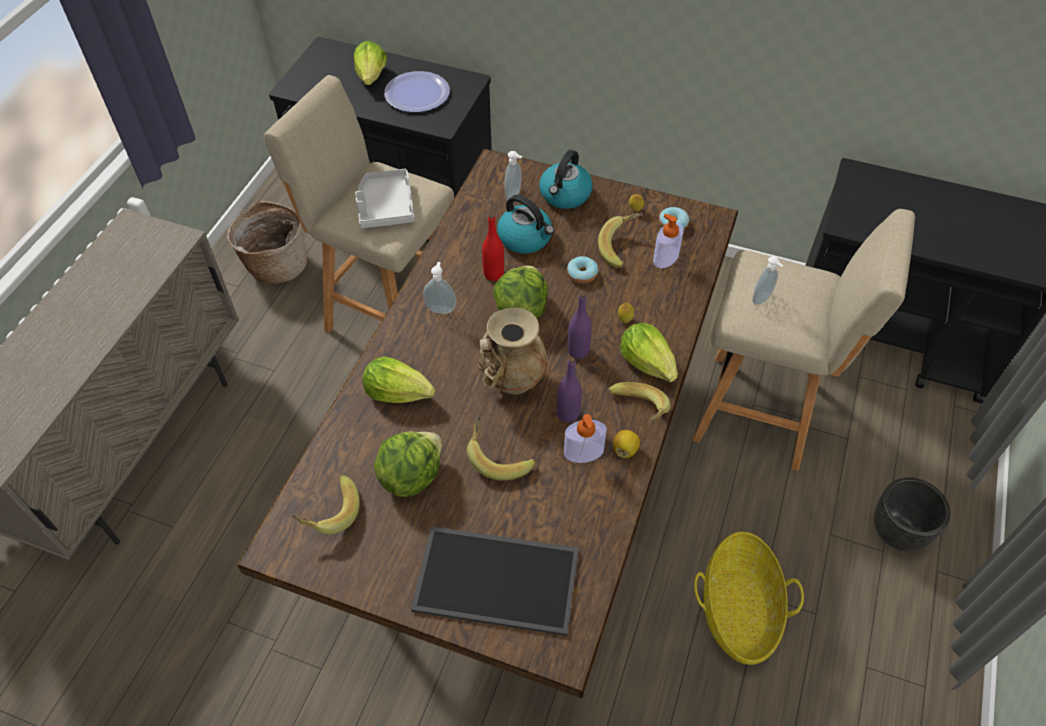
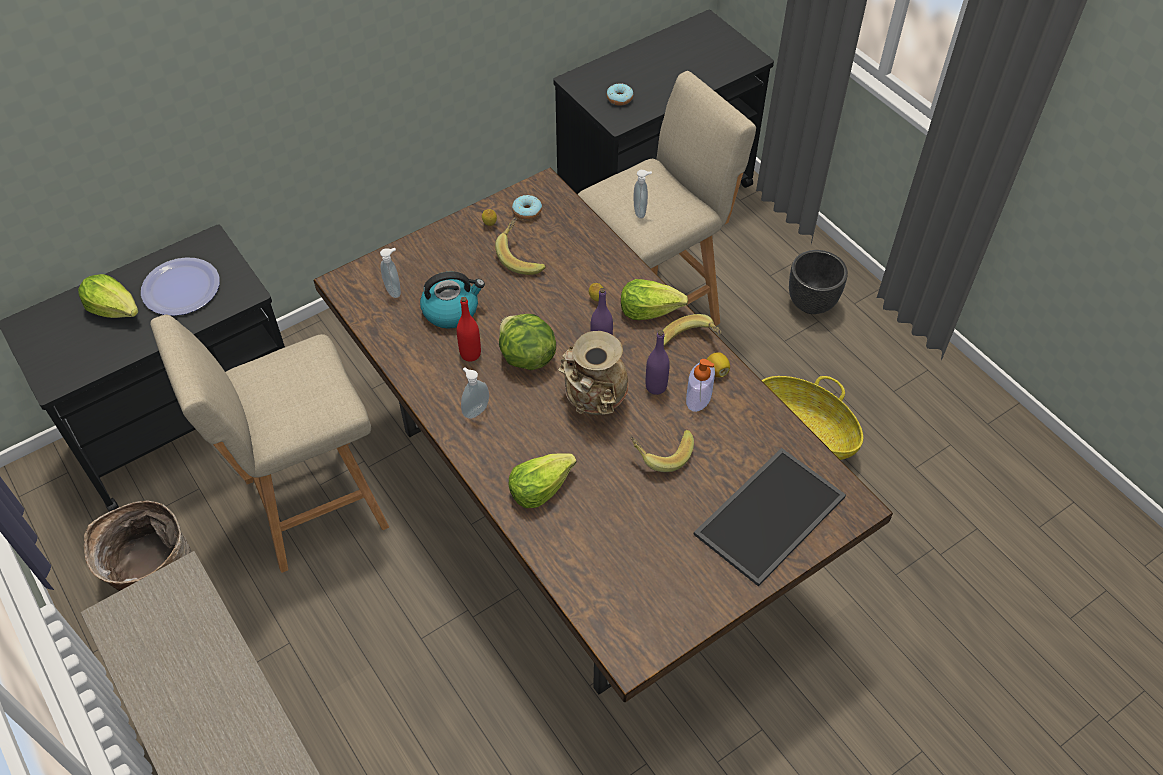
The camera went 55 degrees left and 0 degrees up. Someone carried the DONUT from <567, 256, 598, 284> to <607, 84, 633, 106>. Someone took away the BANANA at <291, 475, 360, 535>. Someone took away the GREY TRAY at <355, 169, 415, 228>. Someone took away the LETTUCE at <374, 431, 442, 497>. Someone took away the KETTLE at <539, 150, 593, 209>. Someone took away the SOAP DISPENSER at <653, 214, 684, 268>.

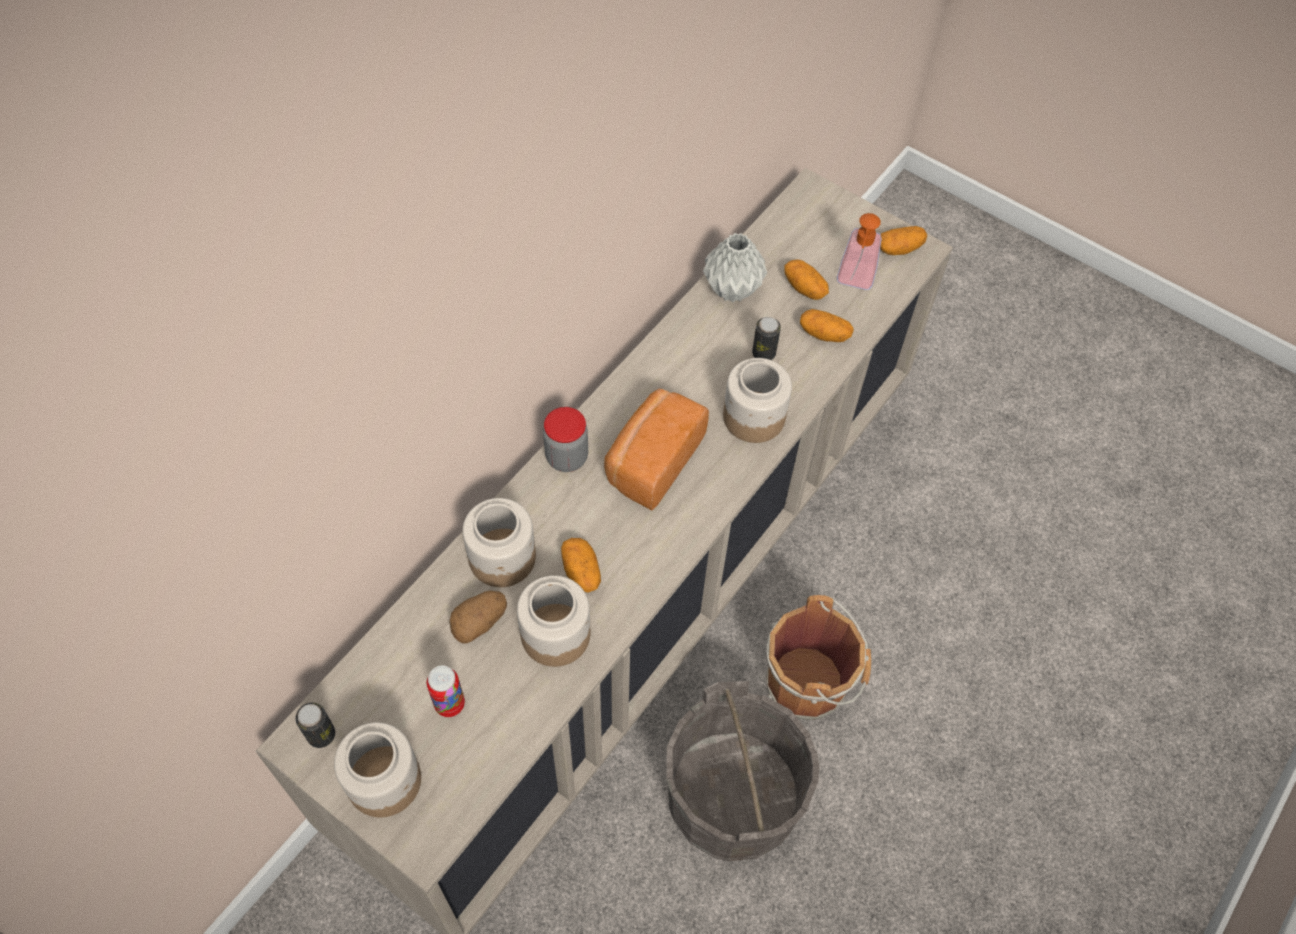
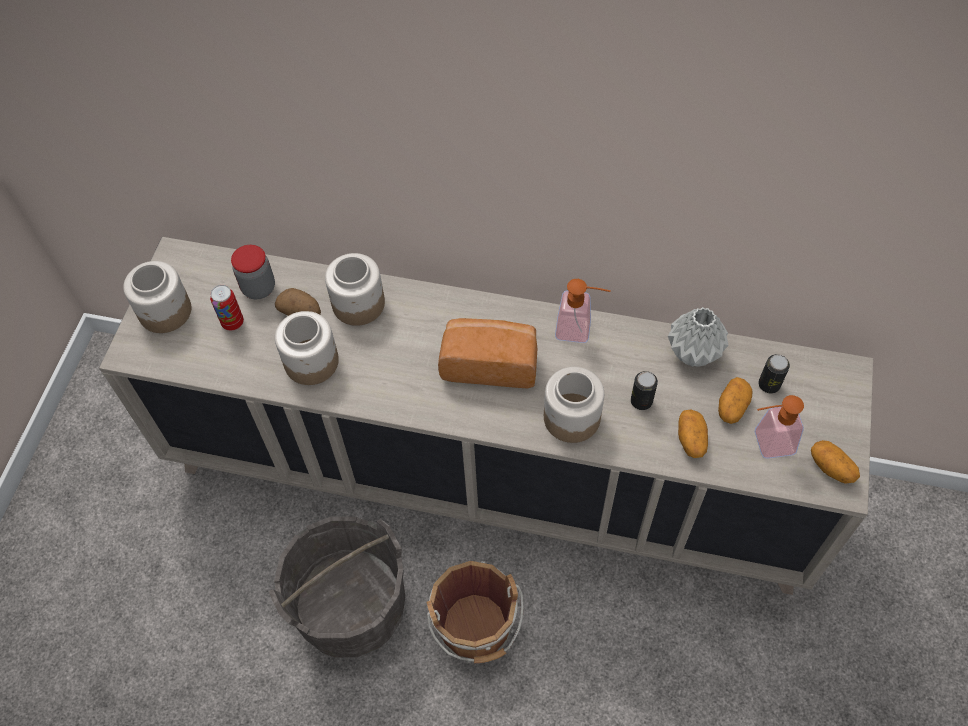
The camera went 70 degrees right and 0 degrees up. Someone carried the JAR from <543, 407, 588, 472> to <231, 245, 275, 299>. Someone put down the SOAP DISPENSER at <555, 279, 611, 343>. Someone carried the CAN from <295, 703, 335, 748> to <758, 354, 790, 394>. Someone took away the POTATO at <561, 538, 601, 593>.

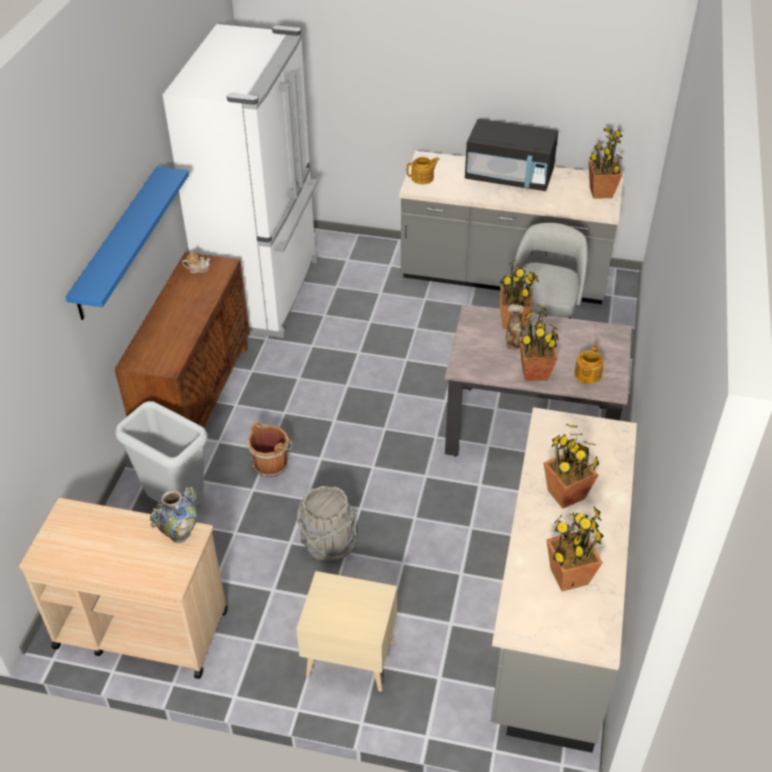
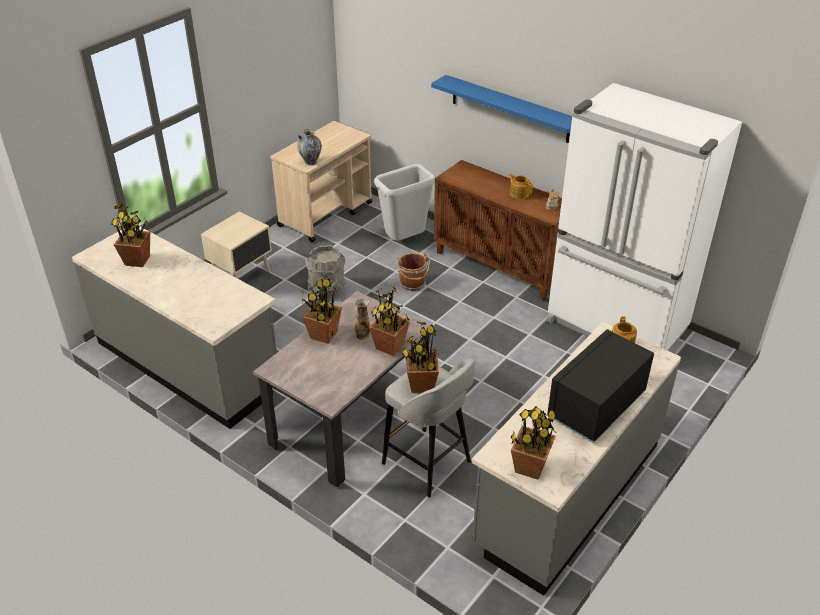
The camera went 115 degrees right and 5 degrees down. Someone carried the POTTED PLANT from <543, 424, 599, 509> to <402, 322, 440, 393>. Someone carried the TEAPOT from <574, 345, 604, 384> to <508, 174, 533, 199>.

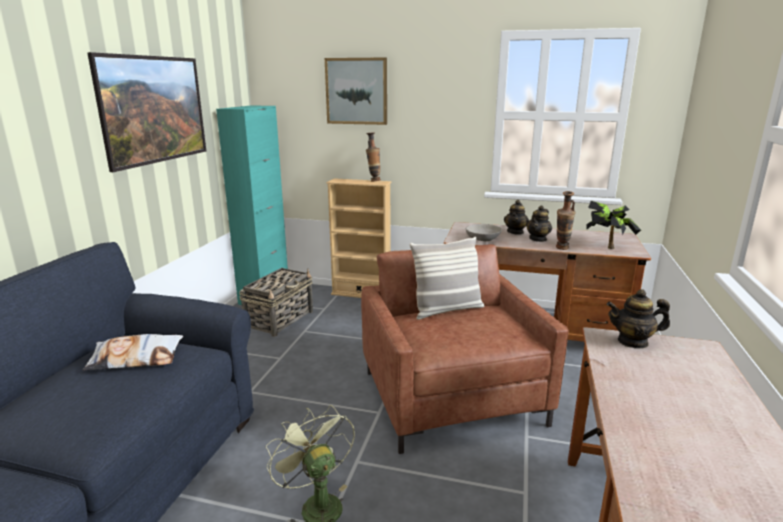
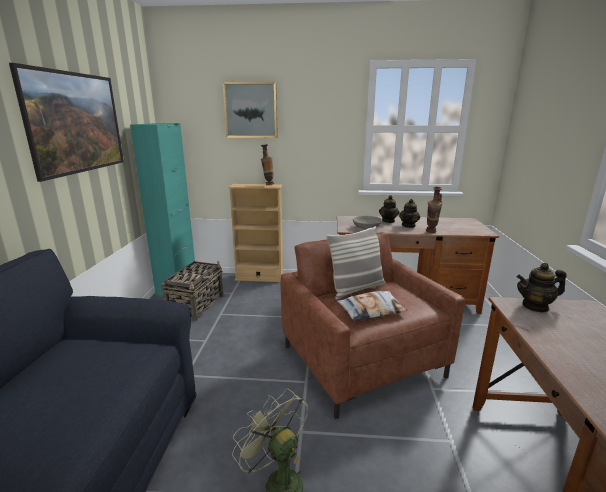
The camera went 10 degrees left and 0 degrees up. Someone carried the PILLOW from <82, 334, 183, 371> to <337, 291, 408, 321>. Someone took away the POTTED PLANT at <586, 201, 641, 249>.

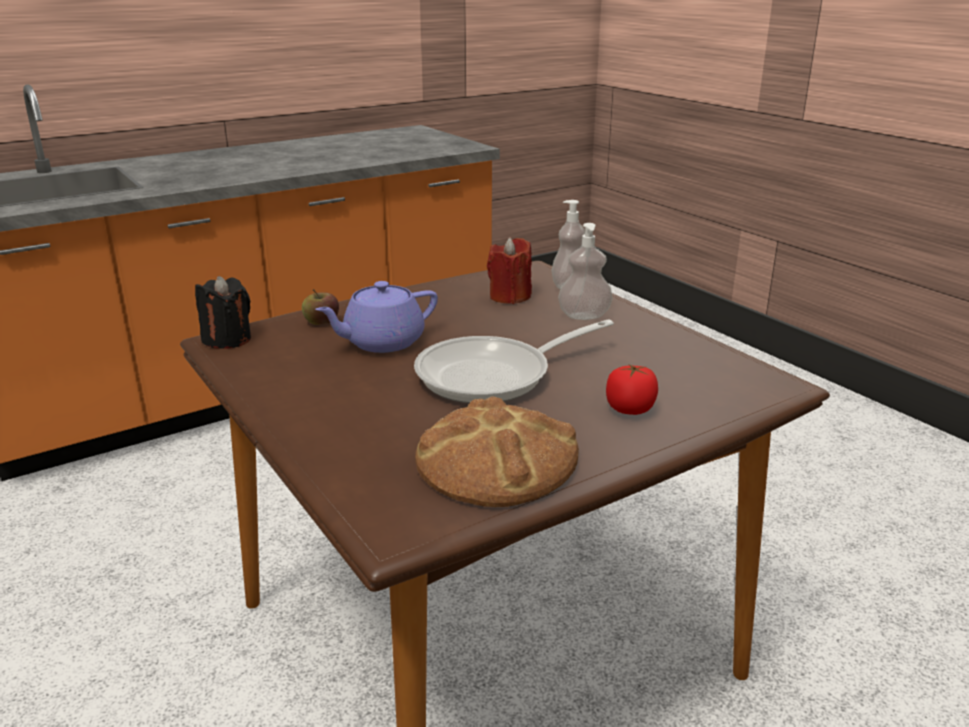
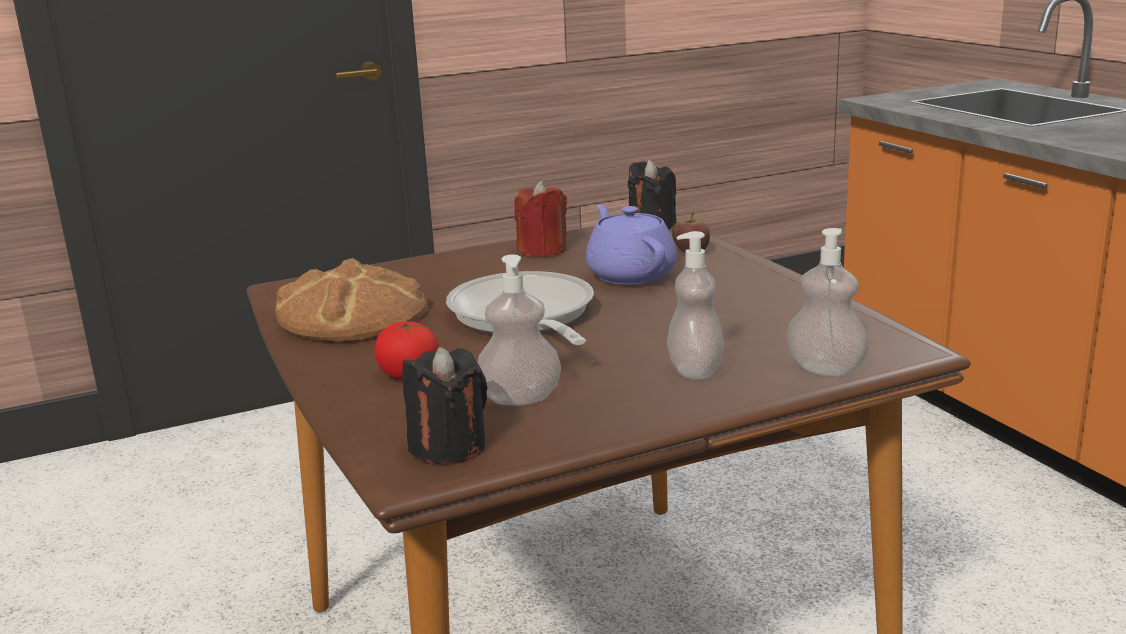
The camera went 100 degrees right and 5 degrees down. Someone put down the BLACK CANDLE at <402, 347, 487, 465>. Someone put down the SOAP DISPENSER at <478, 254, 561, 406>. Someone carried the RED CANDLE from <487, 237, 532, 304> to <514, 180, 567, 257>.

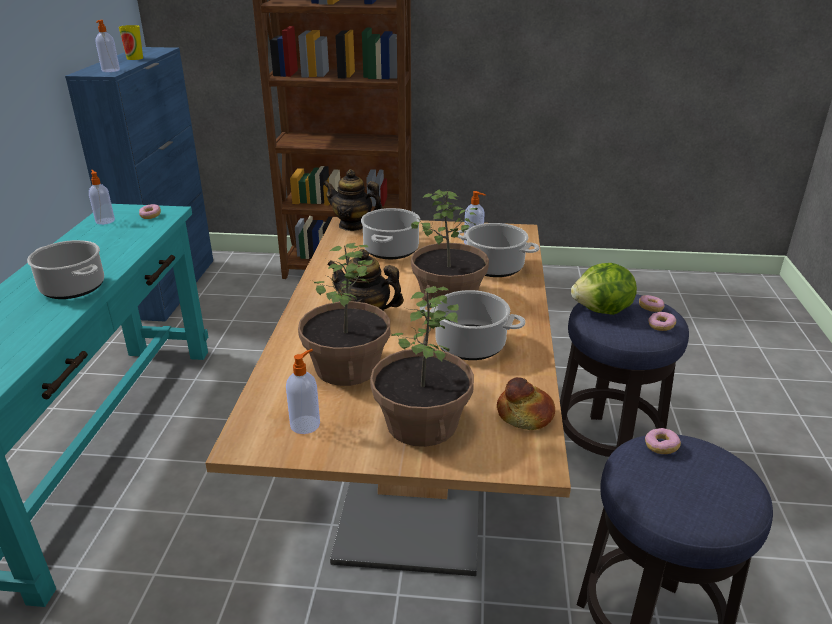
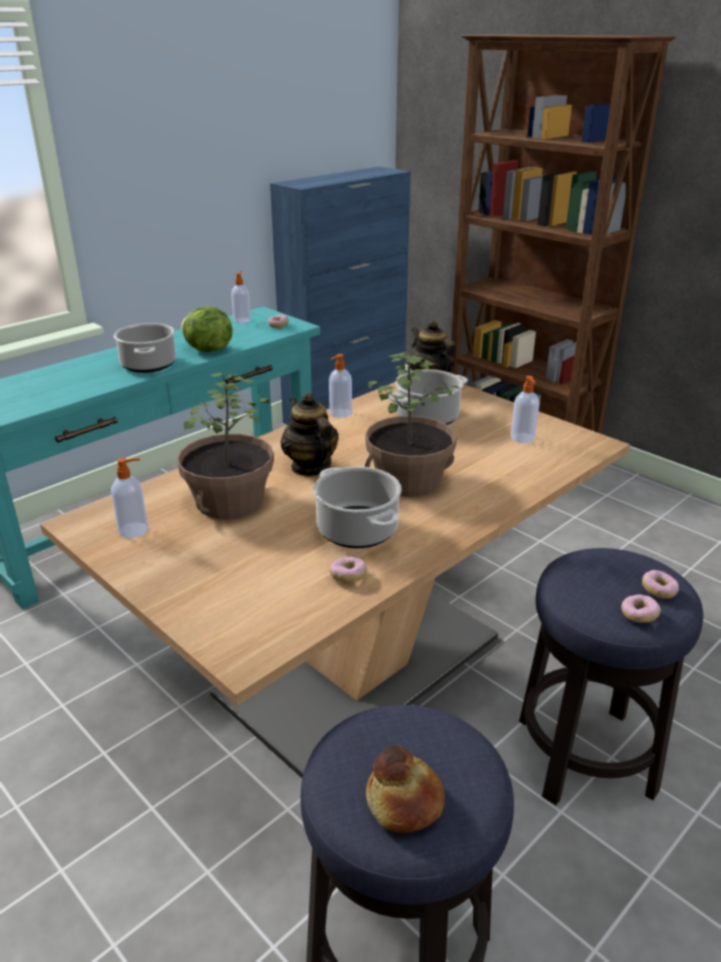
The camera went 40 degrees right and 0 degrees up. Someone carried the LETTUCE from <571, 263, 637, 315> to <181, 307, 233, 352>. Someone carried the SOAP DISPENSER from <95, 20, 120, 72> to <329, 354, 352, 418>. Someone carried the DONUT from <645, 428, 681, 454> to <330, 557, 367, 583>. Someone carried the BREAD from <497, 377, 555, 430> to <366, 746, 445, 833>. Someone took away the CUP at <119, 25, 143, 60>. Someone took away the POTTED PLANT at <370, 286, 474, 447>. Someone took away the COOKING POT at <457, 223, 539, 277>.

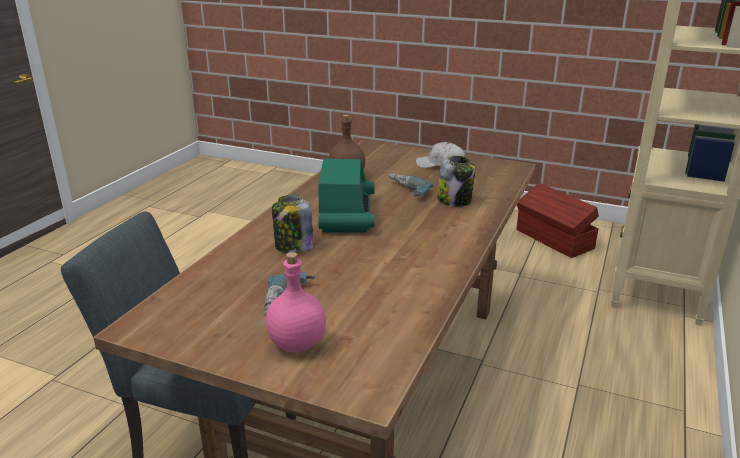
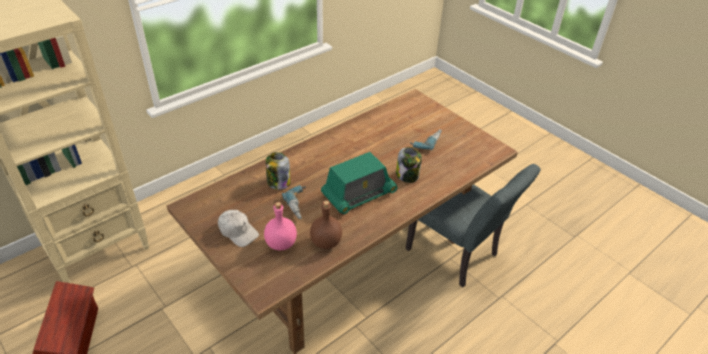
The camera went 155 degrees left and 15 degrees up. Someone carried the PINK BOTTLE from <266, 252, 326, 352> to <264, 202, 297, 250>. Someone rotated the RADIO at <318, 159, 375, 233> by 150 degrees counterclockwise.

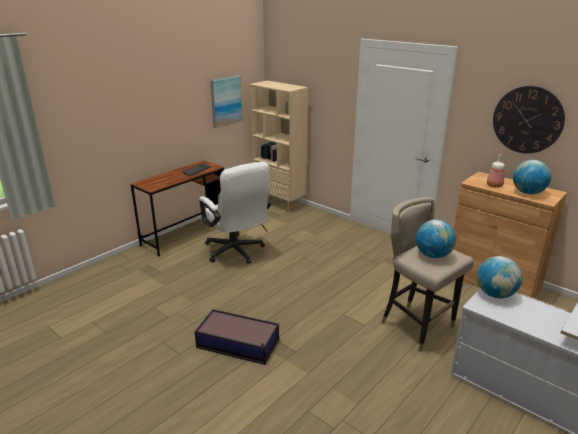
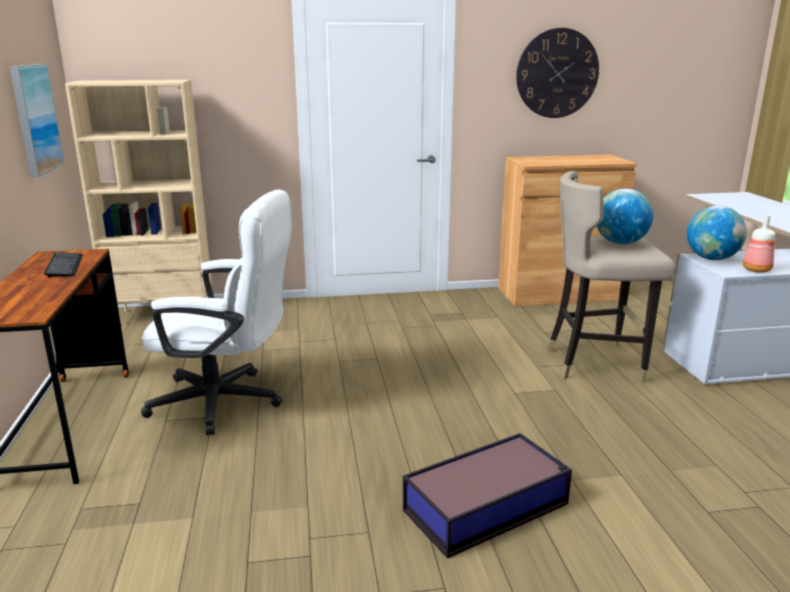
The camera went 50 degrees left and 5 degrees down. Someone carried the BOTTLE from <487, 154, 505, 188> to <742, 215, 775, 273>. Someone took away the GLOBE at <513, 160, 551, 194>.

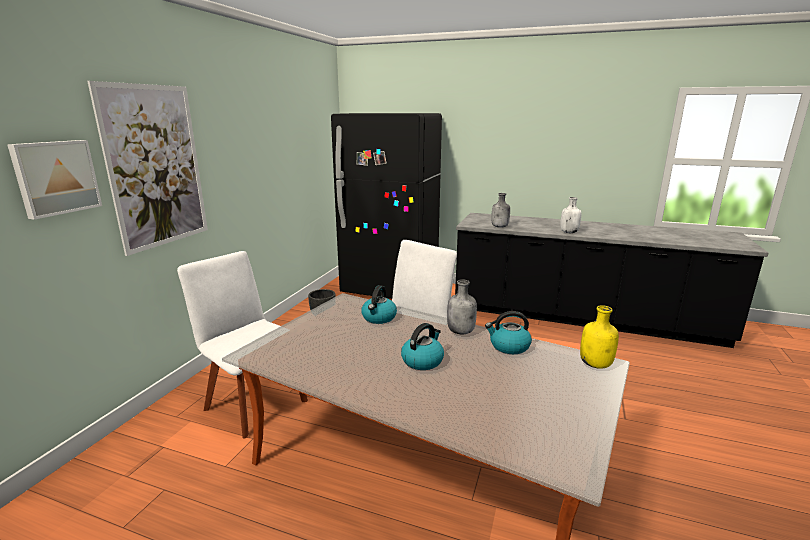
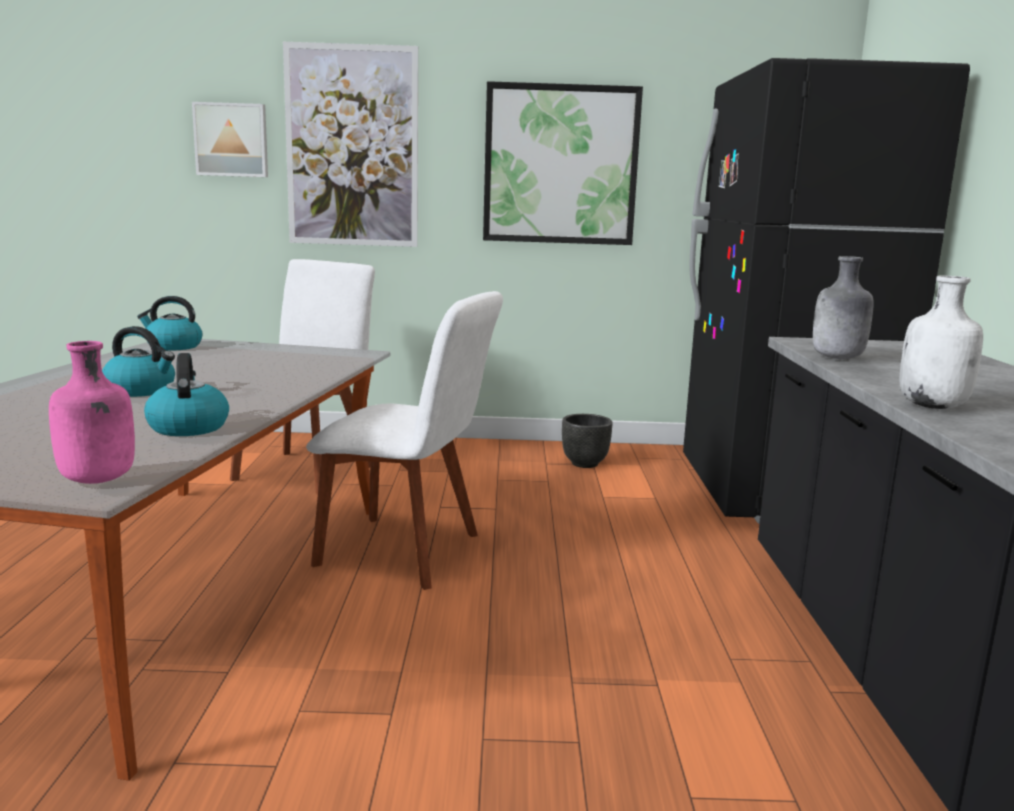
The camera went 70 degrees right and 5 degrees down. Someone repainted the YELLOW BOTTLE at <580, 305, 619, 368>, which became the PINK BOTTLE at <49, 341, 135, 484>. Someone carried the KETTLE from <361, 285, 397, 324> to <137, 296, 202, 351>. Someone put up the PICTURE at <483, 81, 643, 245>. Someone took away the GREY BOTTLE at <447, 280, 477, 334>.

